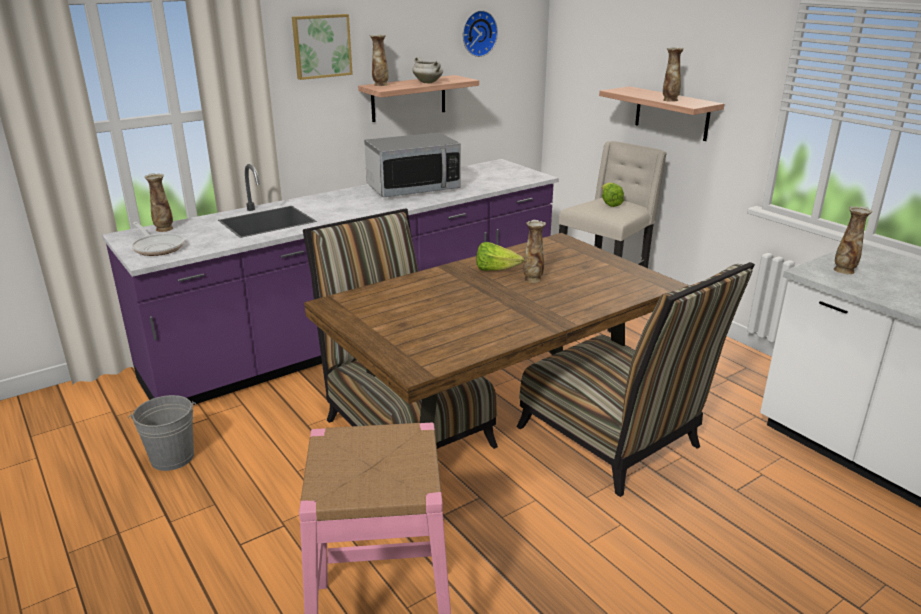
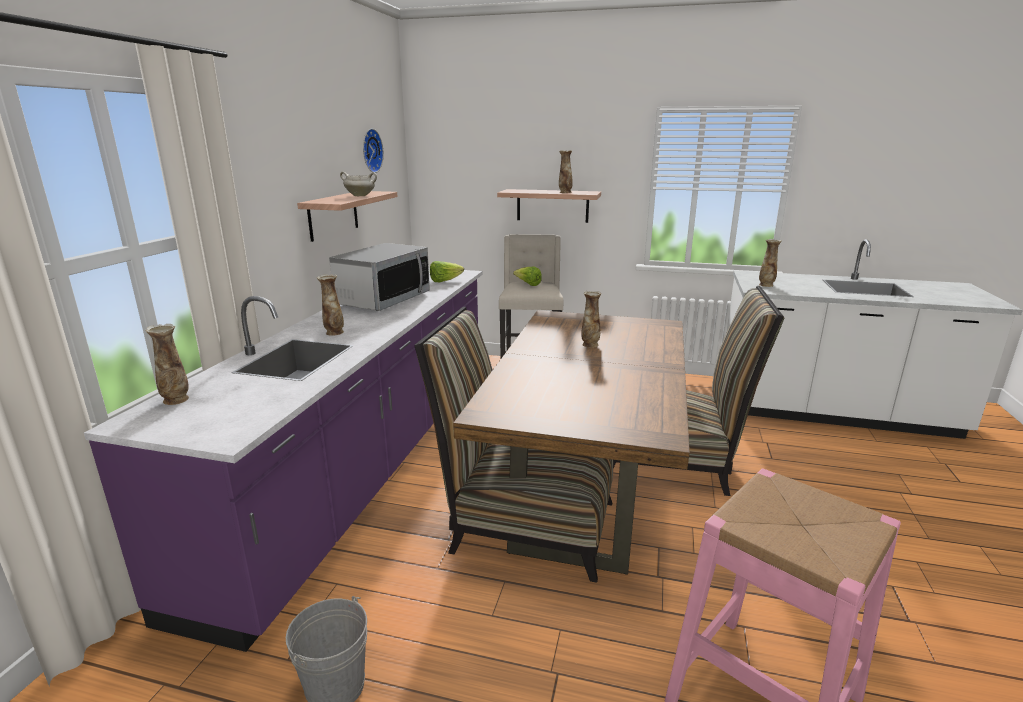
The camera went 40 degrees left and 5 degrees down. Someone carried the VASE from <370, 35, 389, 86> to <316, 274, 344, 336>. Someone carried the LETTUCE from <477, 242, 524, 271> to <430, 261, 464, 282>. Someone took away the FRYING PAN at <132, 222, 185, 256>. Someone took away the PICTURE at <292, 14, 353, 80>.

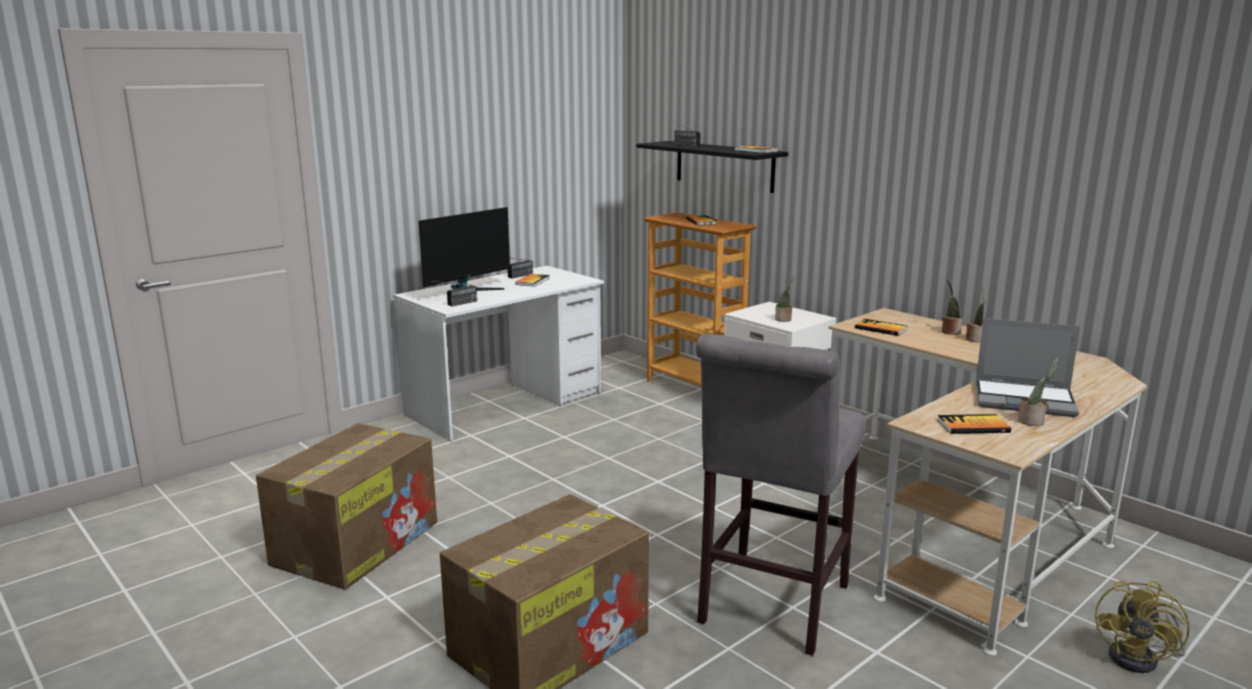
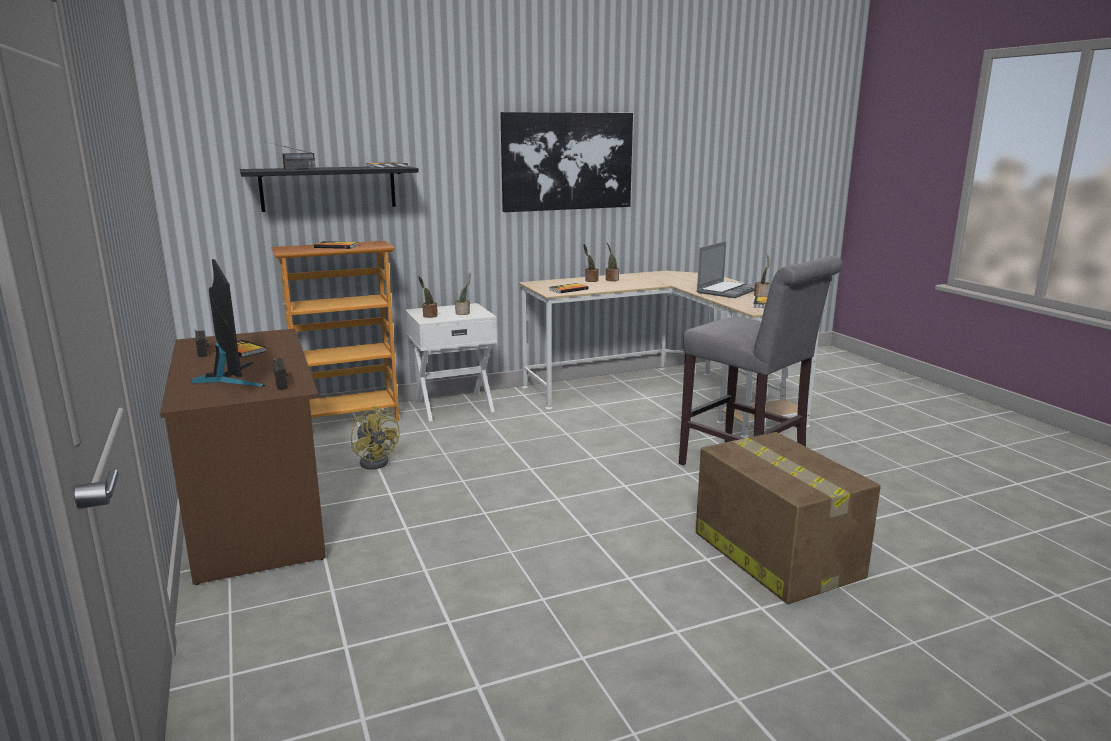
The camera went 70 degrees left and 0 degrees up. Someone repainted the WHITE DESK at <393, 266, 604, 441>, which became the BROWN DESK at <160, 329, 326, 585>. Someone carried the YELLOW FAN from <1095, 580, 1190, 673> to <351, 407, 400, 469>. Someone put down the POTTED PLANT at <418, 276, 438, 318>. Someone put up the PICTURE at <501, 112, 633, 212>. Someone took away the CARDBOARD BOX at <256, 423, 437, 590>.

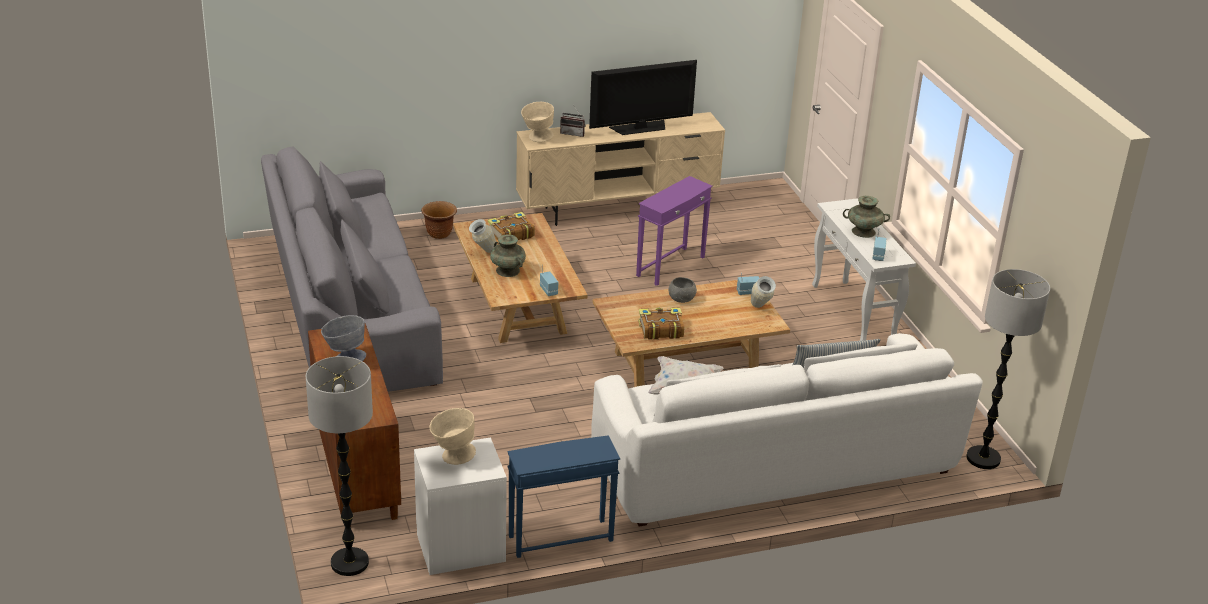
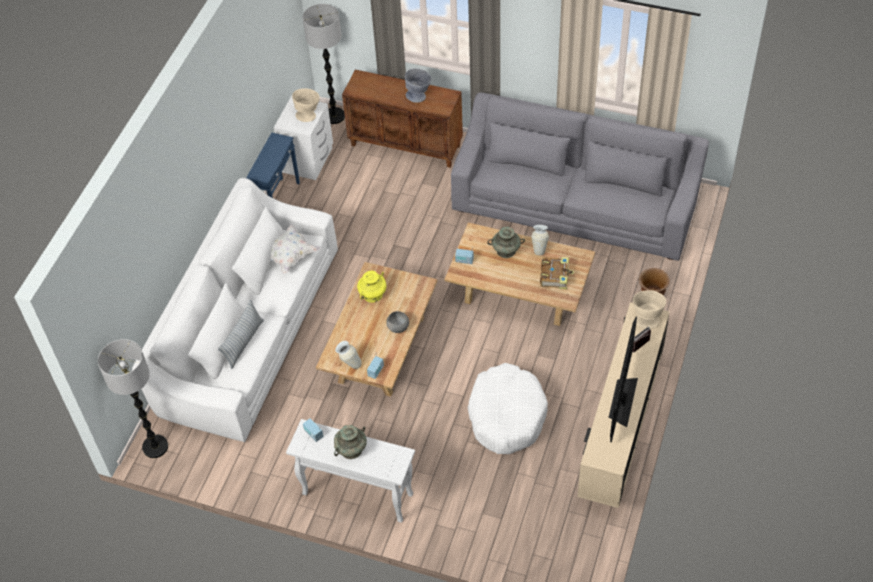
The camera went 130 degrees right and 20 degrees up. Someone swapped the BOOK at <638, 308, 684, 340> for the YELLOW VASE at <357, 271, 387, 303>. Someone swapped the PURPLE SIDE TABLE at <636, 176, 713, 286> for the WHITE DOG BED at <467, 363, 548, 454>.

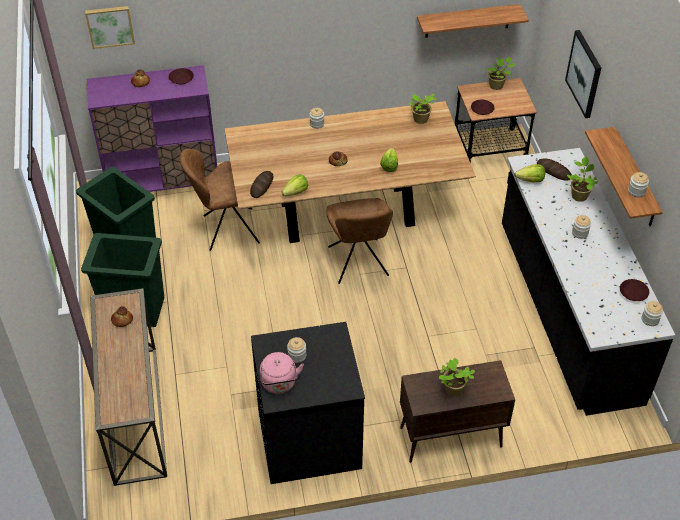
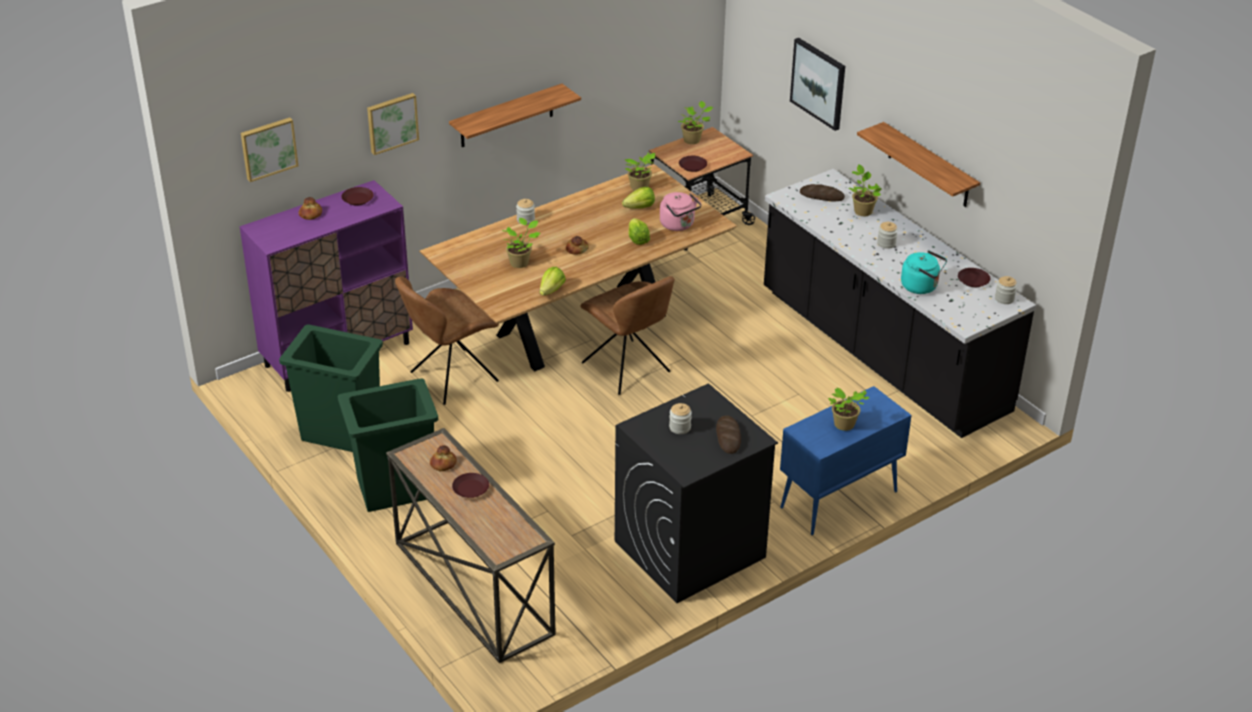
The camera went 25 degrees left and 10 degrees down. Someone put up the PICTURE at <367, 93, 419, 155>. Someone carried the SHELF from <417, 4, 529, 38> to <449, 84, 581, 147>. Someone put down the BROWN PLATE at <452, 473, 489, 498>. Someone put down the POTTED PLANT at <502, 218, 540, 268>. Someone carried the LETTUCE from <515, 164, 545, 182> to <622, 187, 655, 209>. Someone carried the PINK KETTLE from <260, 352, 304, 394> to <660, 192, 702, 231>. Someone carried the BREAD from <250, 171, 274, 198> to <716, 415, 741, 454>. Someone repainted the BROWN CABINET at <400, 360, 515, 463>, which became the BLUE CABINET at <780, 386, 912, 536>. Someone put down the TURQUOISE KETTLE at <901, 250, 947, 294>. Someone took away the JAR at <628, 172, 649, 197>.

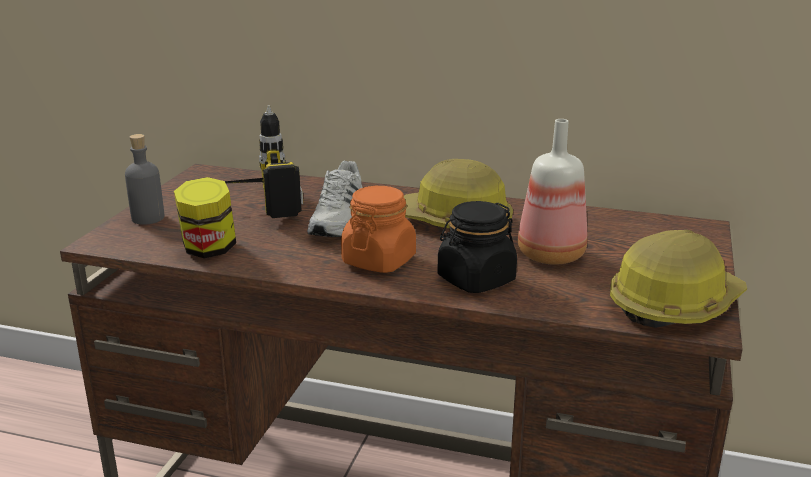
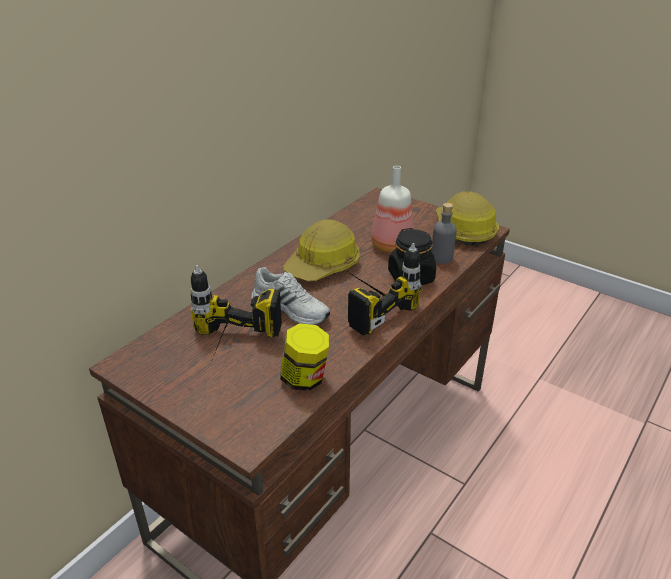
The camera went 70 degrees left and 10 degrees up. Someone swapped the ORANGE JAR at <341, 186, 416, 273> for the POWER DRILL at <345, 243, 422, 335>. Someone carried the GREY BOTTLE from <125, 134, 164, 225> to <431, 203, 457, 264>.

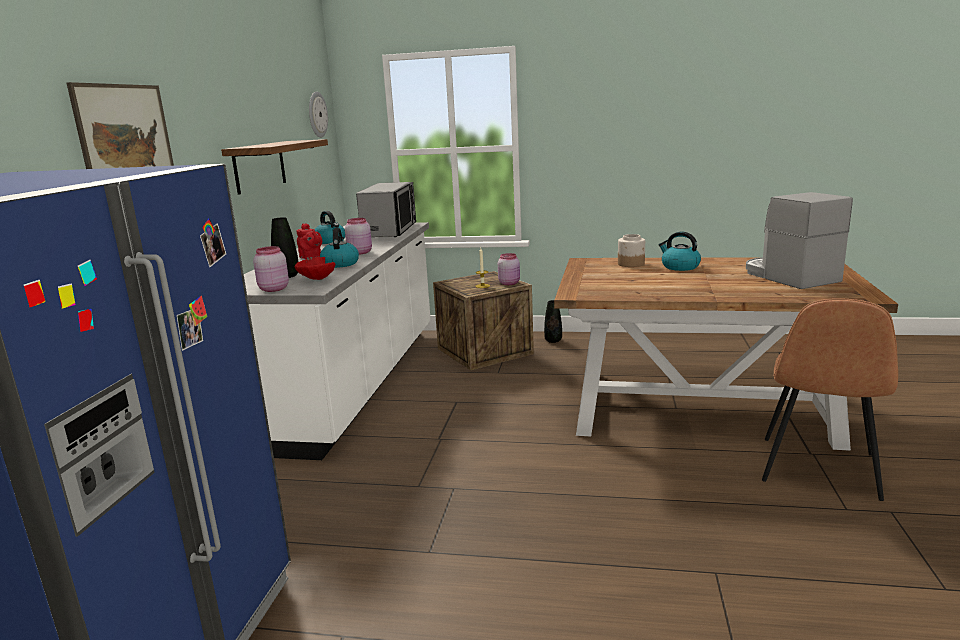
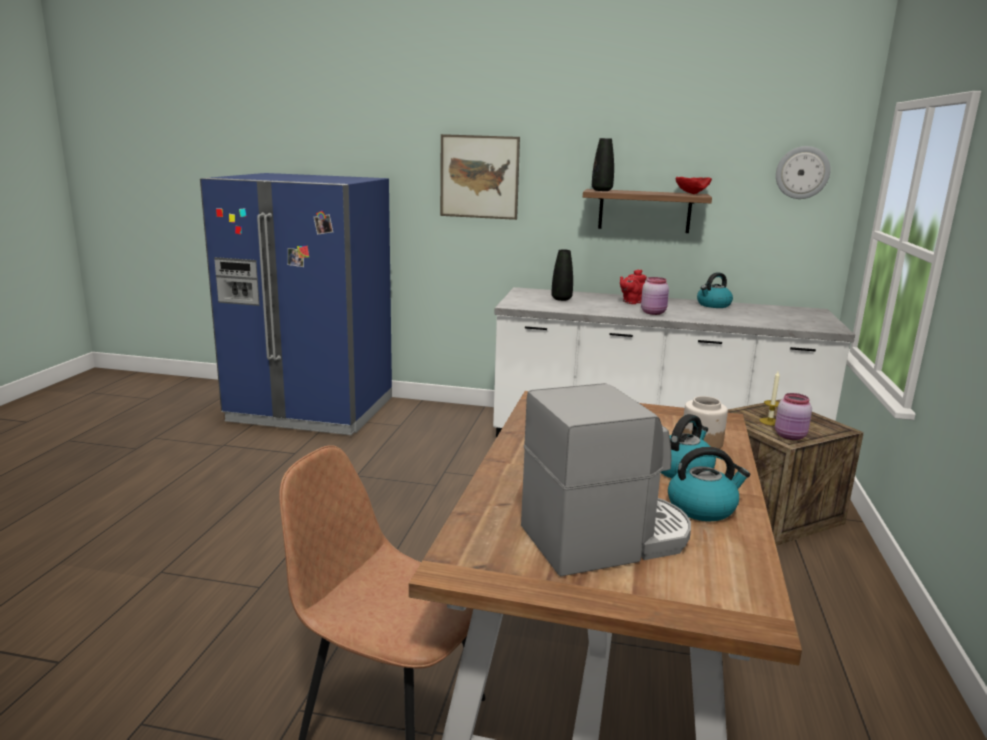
The camera went 90 degrees right and 0 degrees up. Someone carried the BLACK VASE from <544, 300, 562, 343> to <592, 138, 614, 191>. Someone carried the KETTLE from <320, 228, 359, 268> to <668, 447, 750, 521>. Someone carried the RED BOWL from <295, 257, 335, 280> to <676, 177, 712, 194>. Someone took away the PINK JAR at <253, 246, 289, 292>. Someone took away the MICROWAVE at <356, 182, 416, 237>.

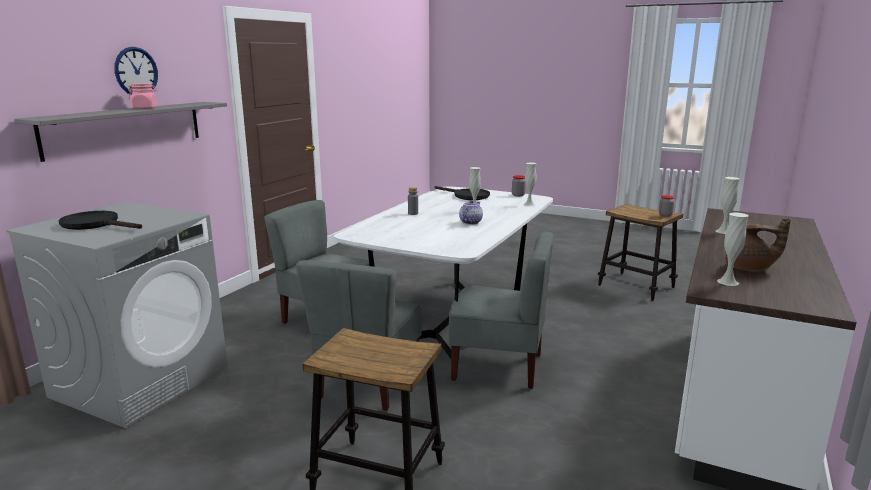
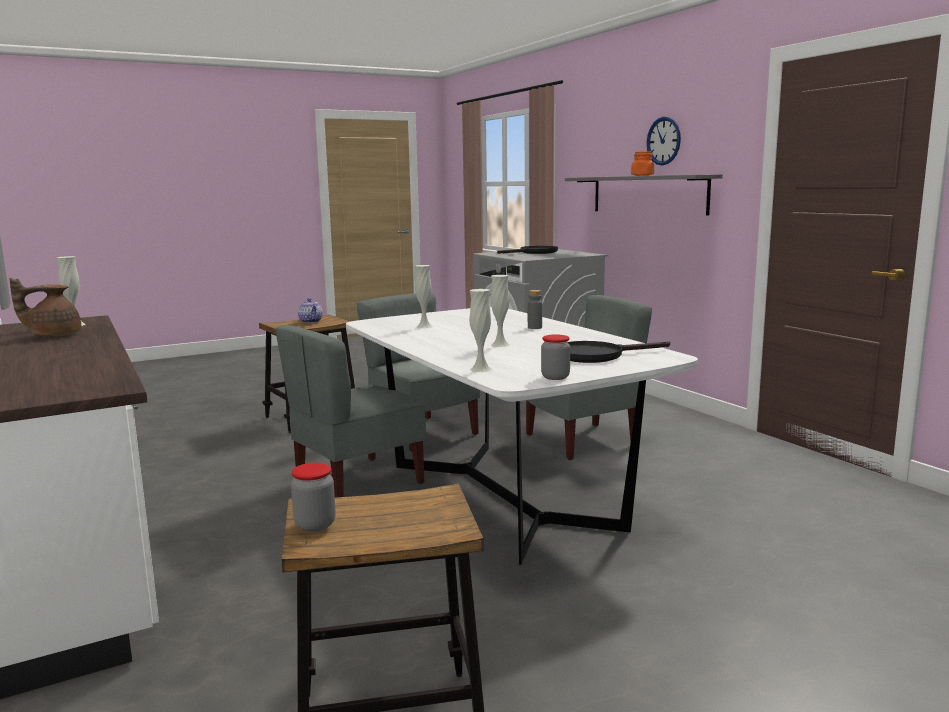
The camera went 125 degrees right and 5 degrees down. Someone carried the TEAPOT from <459, 200, 483, 225> to <298, 298, 323, 323>. Someone carried the WHITE VASE from <716, 177, 740, 234> to <415, 265, 433, 329>. Someone repainted the PINK JAR at <128, 83, 158, 109>, which became the ORANGE JAR at <631, 151, 654, 176>.

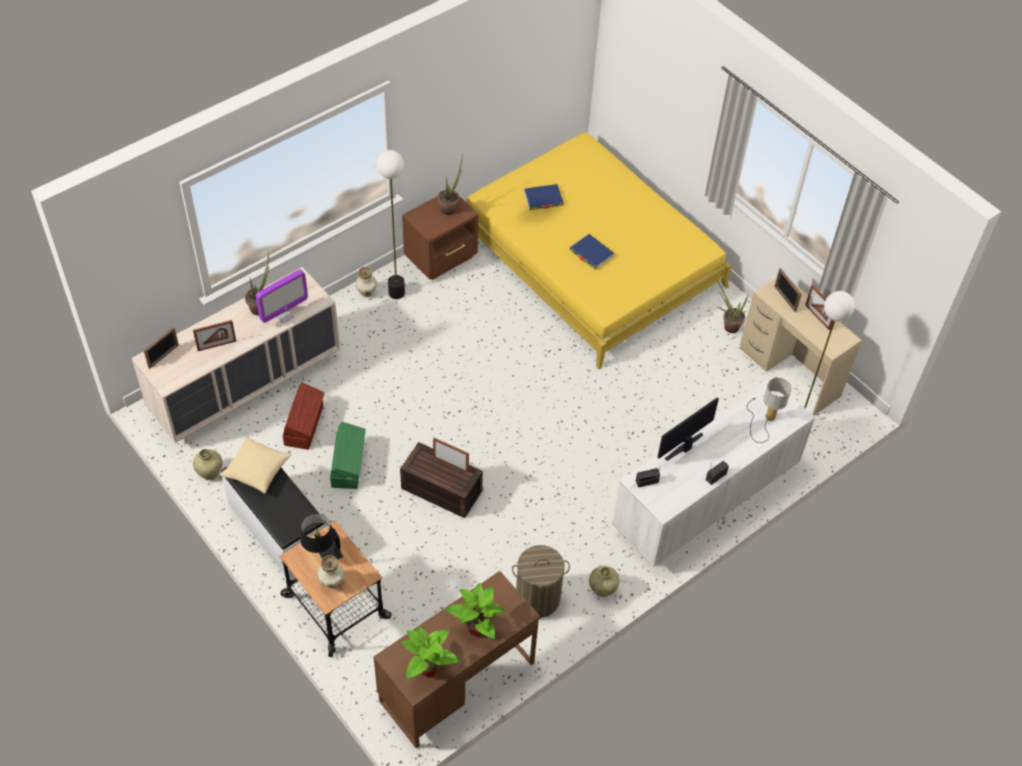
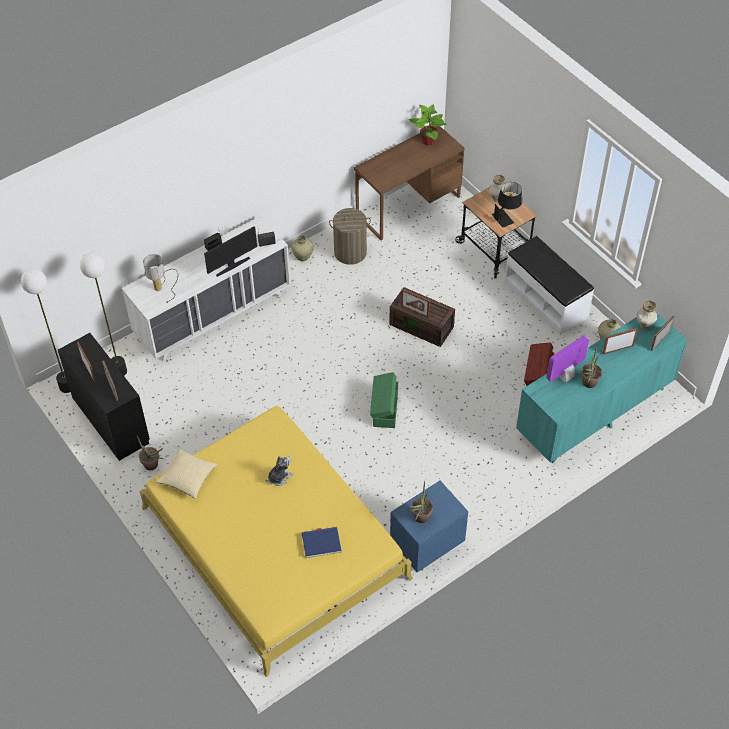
The camera went 175 degrees left and 0 degrees up. Someone carried the FLOOR LAMP from <376, 150, 405, 299> to <21, 268, 70, 393>. Someone repainted the BEIGE DESK at <740, 277, 862, 416>, which became the BLACK DESK at <58, 333, 150, 461>. Someone carried the PILLOW from <220, 436, 291, 494> to <156, 448, 218, 499>. Someone swapped the BLUE BOOK at <570, 234, 614, 269> for the PLUSH TOY at <266, 456, 293, 486>. Someone carried the GREEN STORAGE BOX from <330, 422, 366, 489> to <370, 372, 398, 428>. Someone repainted the BROWN NIGHTSTAND at <402, 196, 478, 280>, which became the BLUE NIGHTSTAND at <390, 481, 468, 572>. Someone repainted the BEIGE DRESSER at <131, 267, 340, 445>, which became the TURQUOISE DRESSER at <516, 313, 687, 463>. Someone carried the VASE from <355, 267, 377, 297> to <637, 300, 657, 329>. Someone took away the POTTED PLANT at <445, 583, 506, 639>.

